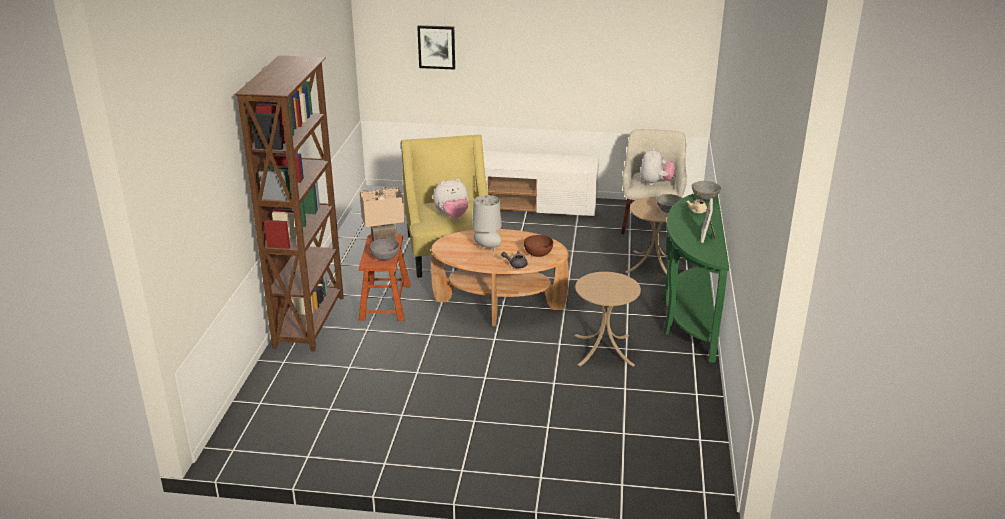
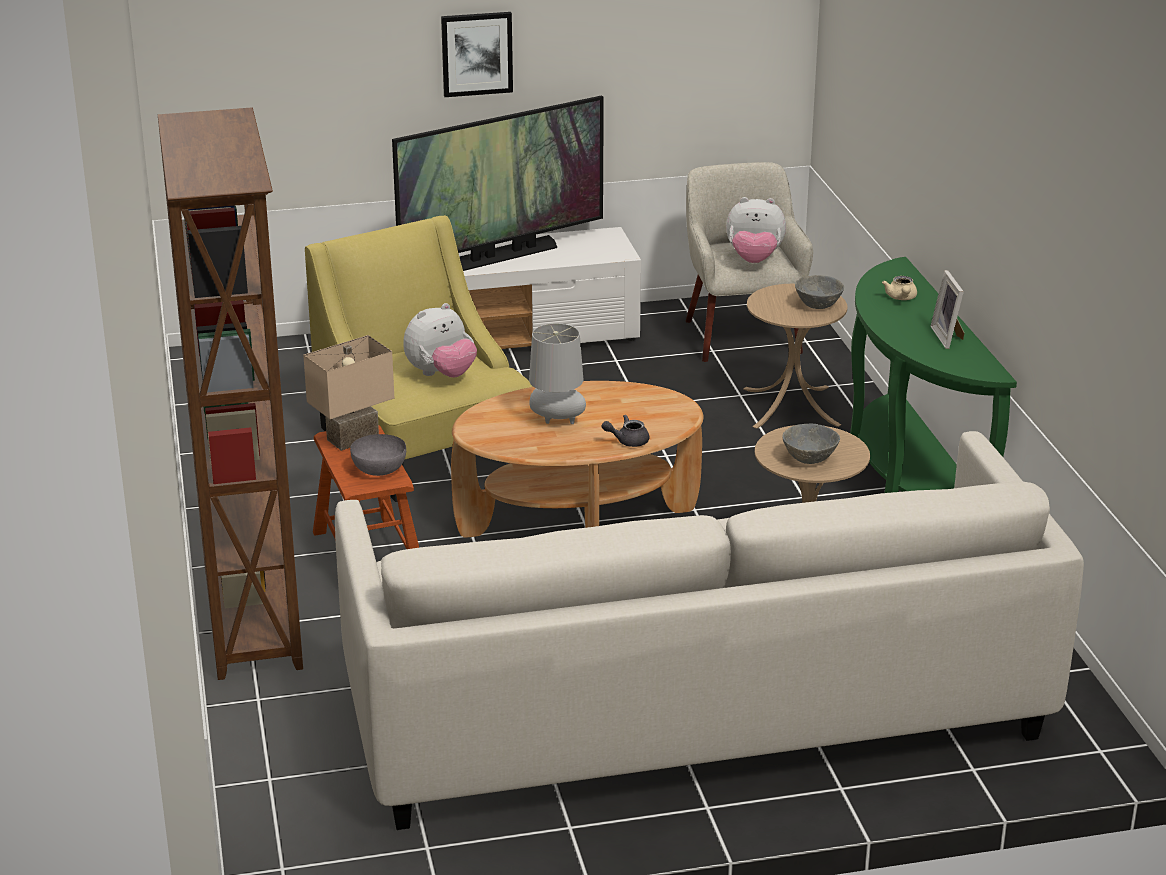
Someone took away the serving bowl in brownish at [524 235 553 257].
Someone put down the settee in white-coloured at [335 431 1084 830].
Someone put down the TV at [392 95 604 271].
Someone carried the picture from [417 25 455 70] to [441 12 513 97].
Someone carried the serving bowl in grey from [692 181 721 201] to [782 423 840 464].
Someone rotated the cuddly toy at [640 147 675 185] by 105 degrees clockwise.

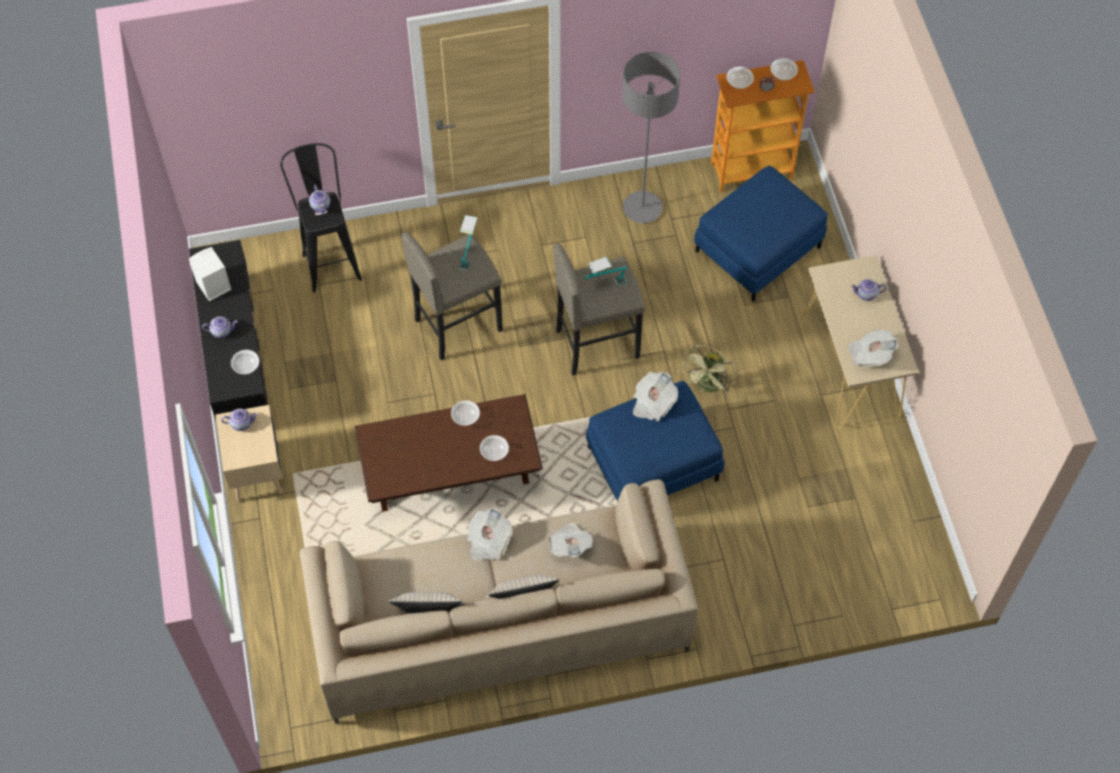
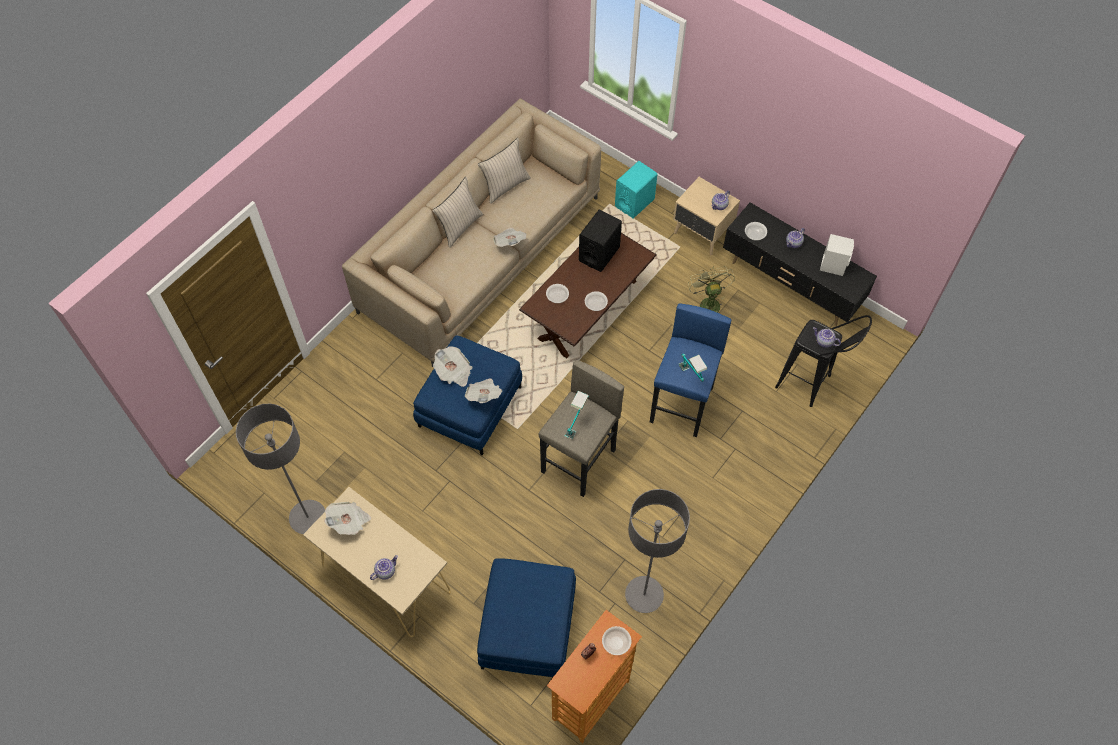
Someone took away the serving bowl at [771 58 798 80].
Someone put down the standing lamp in grey at [236 404 325 534].
Someone put down the loudspeaker in blackish at [579 210 622 272].
Someone put down the loudspeaker in turquoise-coloured at [615 161 657 219].
Someone carried the newspaper from [548 523 593 558] to [433 346 472 387].
Someone carried the fan in green from [680 345 736 395] to [688 266 735 313].
Someone repainted the sitting stool in grey at [401 232 503 360], which became the sitting stool in blue-coloured at [650 303 731 437].

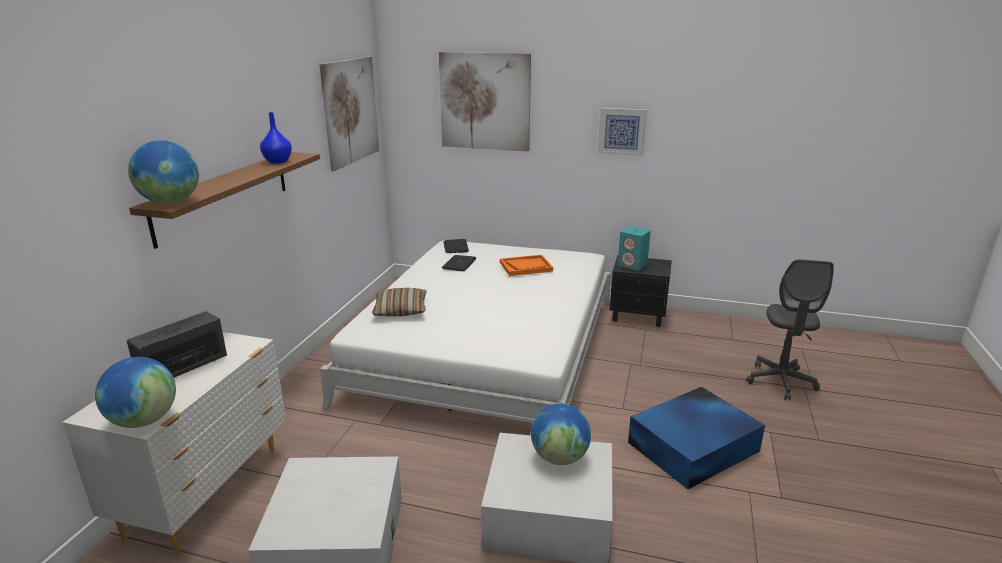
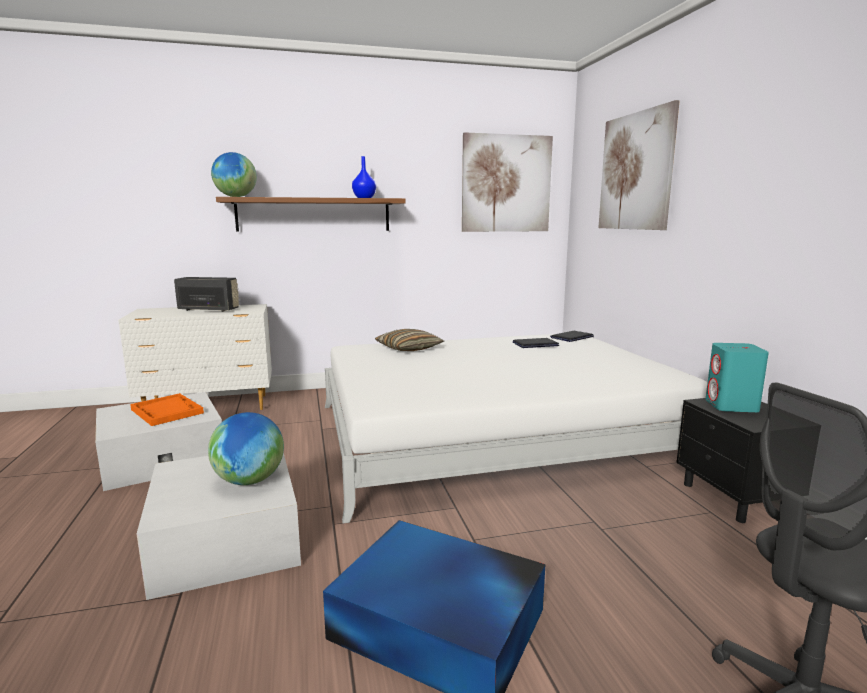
Someone took away the globe at [95 357 176 428].
Someone took away the picture at [598 108 647 156].
Someone carried the serving tray in orangey from [500 255 553 276] to [130 393 204 426].

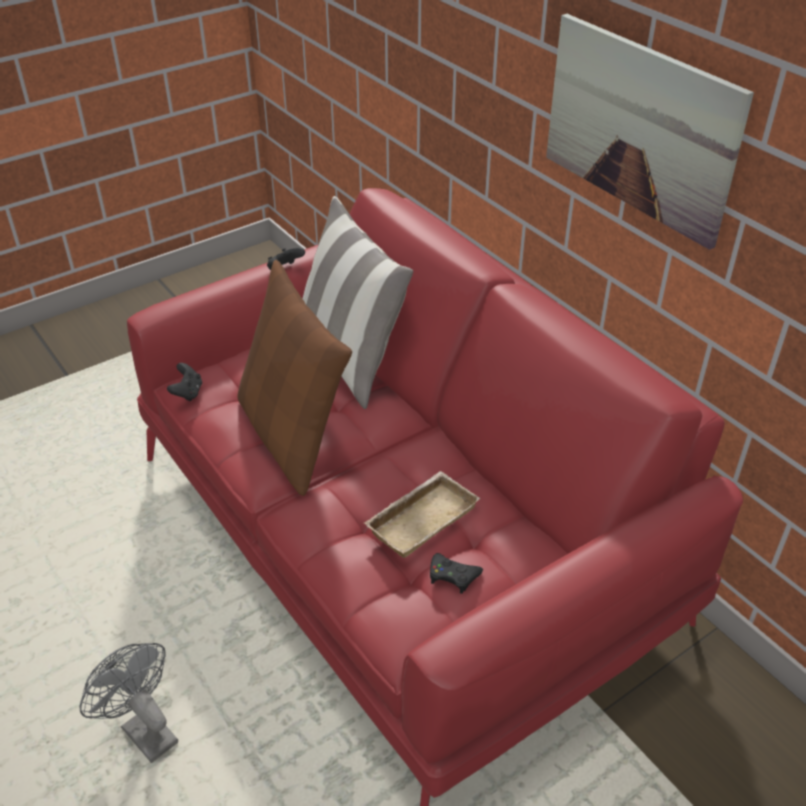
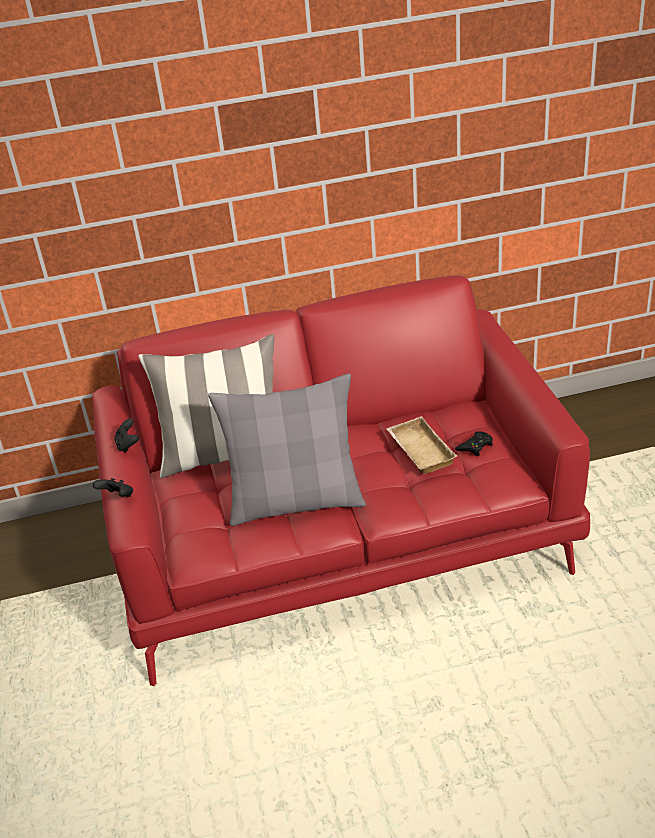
Someone took away the fan in grey at [79 643 178 763].
Someone took away the picture at [546 14 754 250].
Someone carried the joypad in blackish from [167 363 202 401] to [93 478 133 497].
Someone repainted the cushion in brownish at [237 260 352 496], which became the cushion in grey at [208 374 366 526].

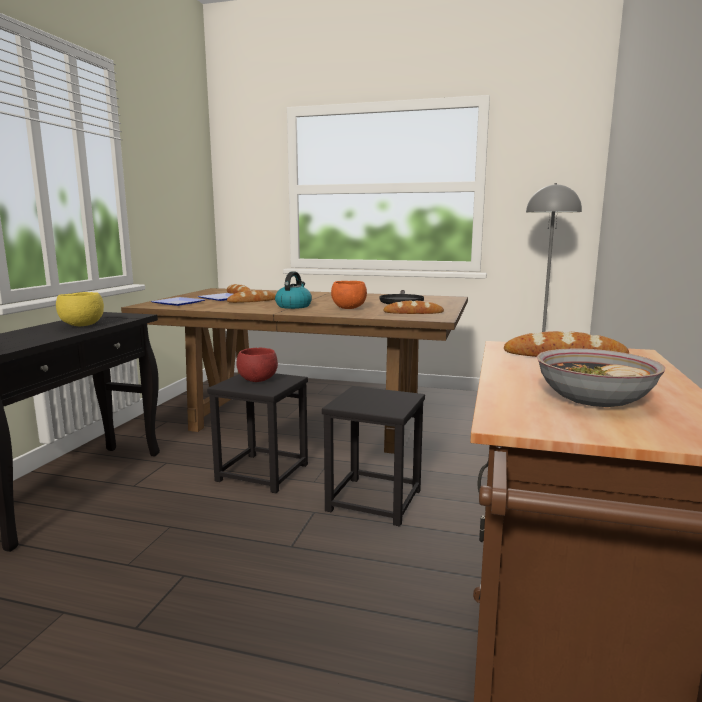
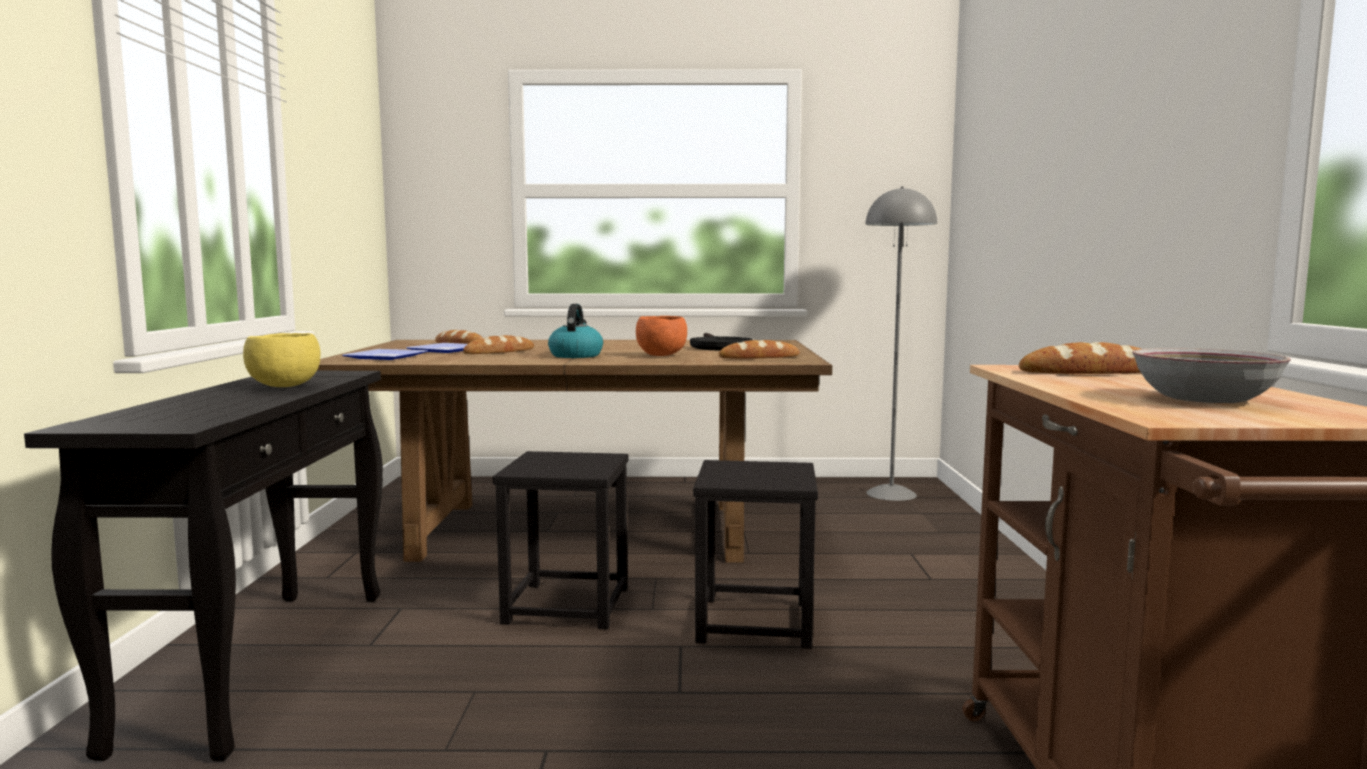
Someone took away the serving bowl in reddish at [236 348 278 382].

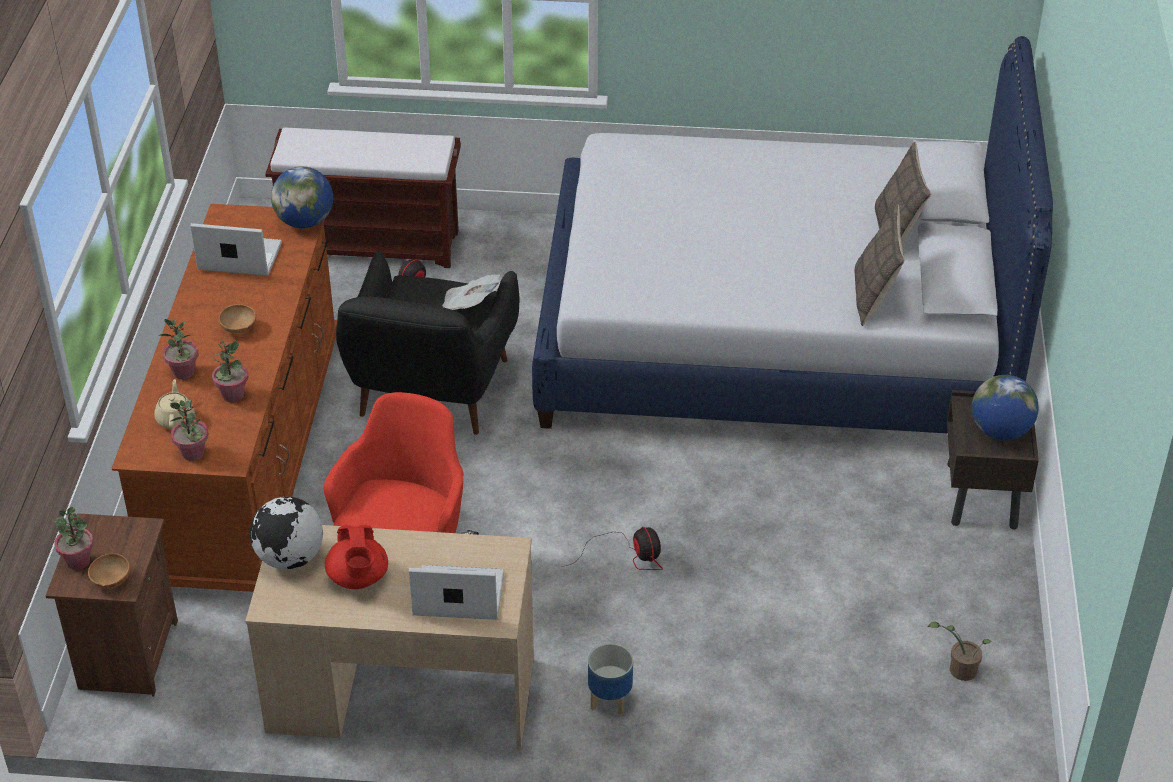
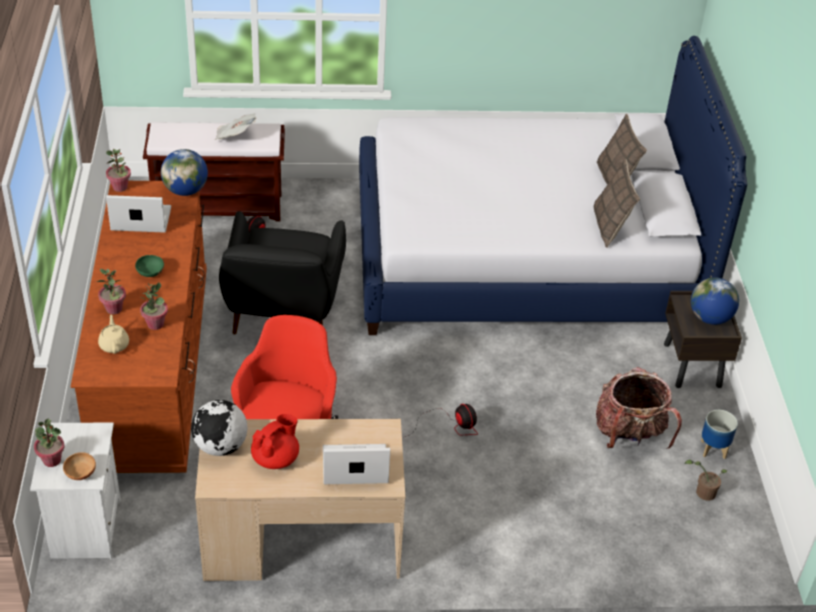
Someone put down the knapsack at [596 367 682 449].
Someone carried the houseplant from [170 400 209 461] to [106 149 131 192].
Someone carried the newspaper from [442 274 500 310] to [215 113 257 140].
Someone carried the plant pot from [588 643 633 715] to [701 410 738 459].
Someone repainted the nightstand in brownish at [45 513 178 697], which became the nightstand in white-coloured at [30 423 120 560].
Someone repainted the serving bowl in brownish at [219 304 256 333], which became the serving bowl in green at [135 255 164 277].
Someone rotated the tea pot in reddish at [325 524 388 589] by 120 degrees counterclockwise.

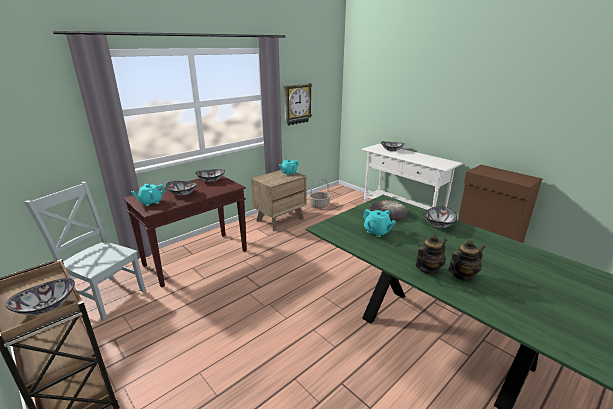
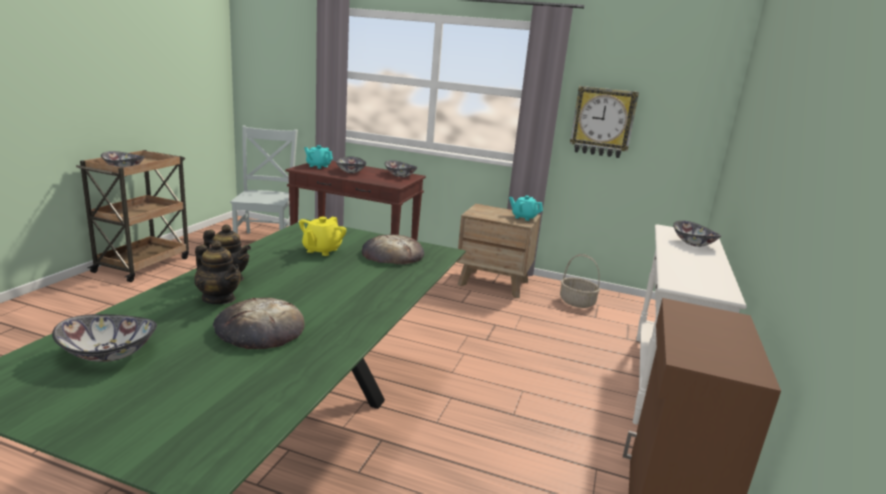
Someone put down the bakery bread at [213 298 304 349].
Someone carried the serving bowl from [423 206 457 228] to [52 314 157 362].
Someone repainted the tea pot in turquoise-coloured at [363 209 396 237], which became the tea pot in yellow at [299 217 347 256].

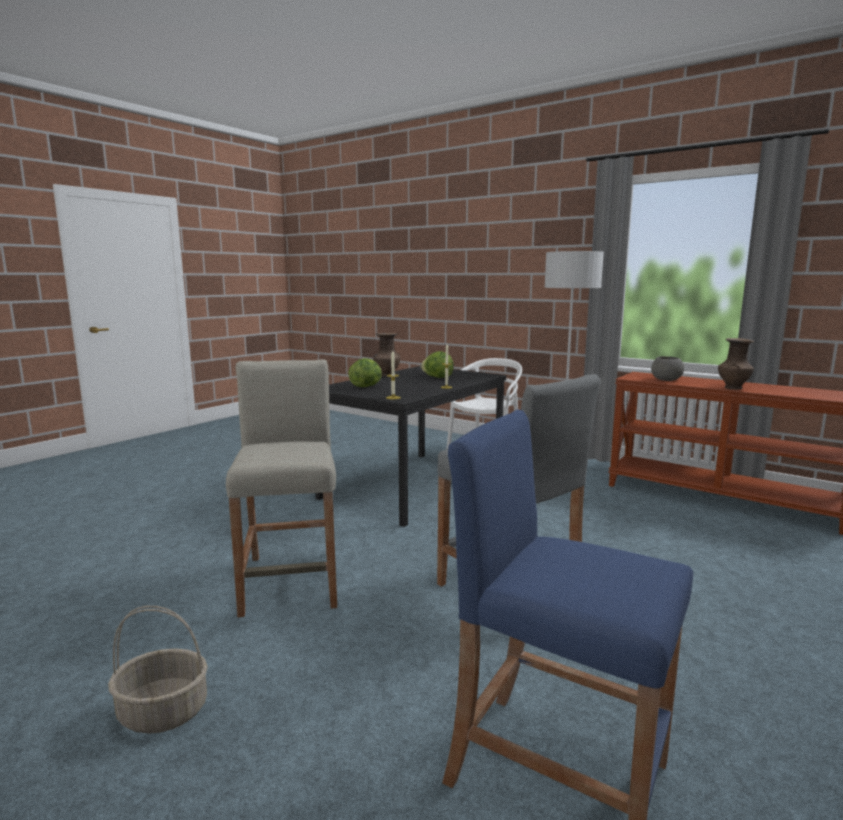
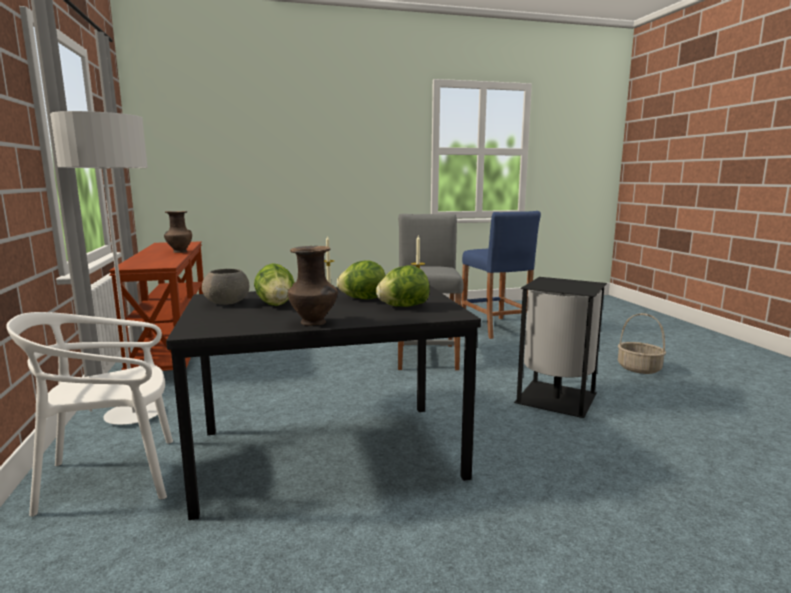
Someone put down the lettuce at [337 260 385 299].
Someone carried the serving bowl in grey from [651 356 684 381] to [202 269 249 305].
Someone swapped the sitting stool in beige at [226 359 337 617] for the waste bin in blackish at [514 277 607 418].

